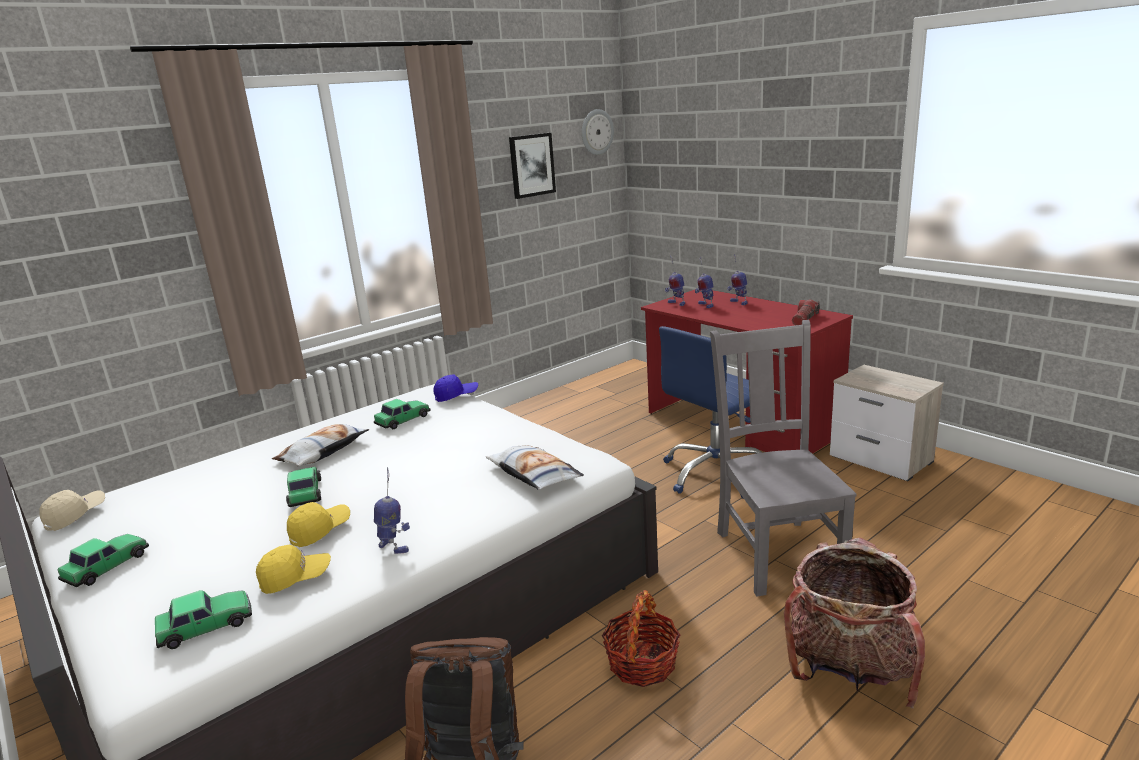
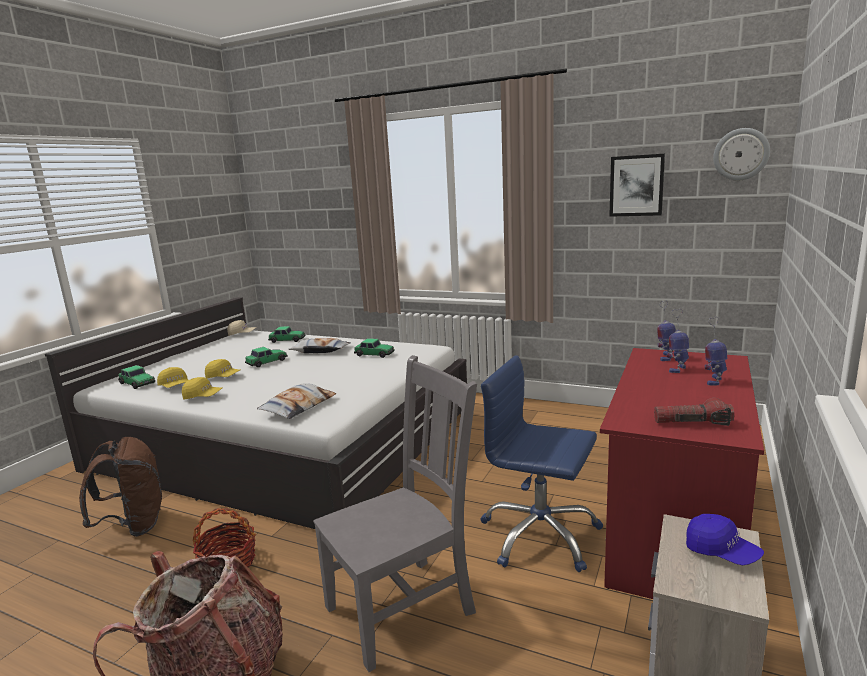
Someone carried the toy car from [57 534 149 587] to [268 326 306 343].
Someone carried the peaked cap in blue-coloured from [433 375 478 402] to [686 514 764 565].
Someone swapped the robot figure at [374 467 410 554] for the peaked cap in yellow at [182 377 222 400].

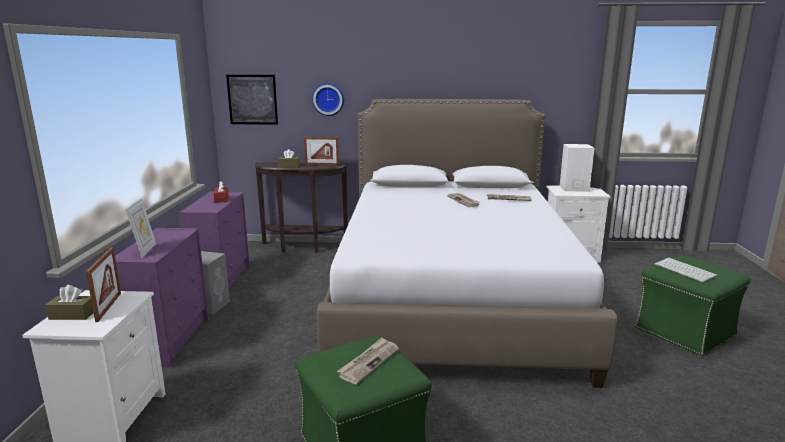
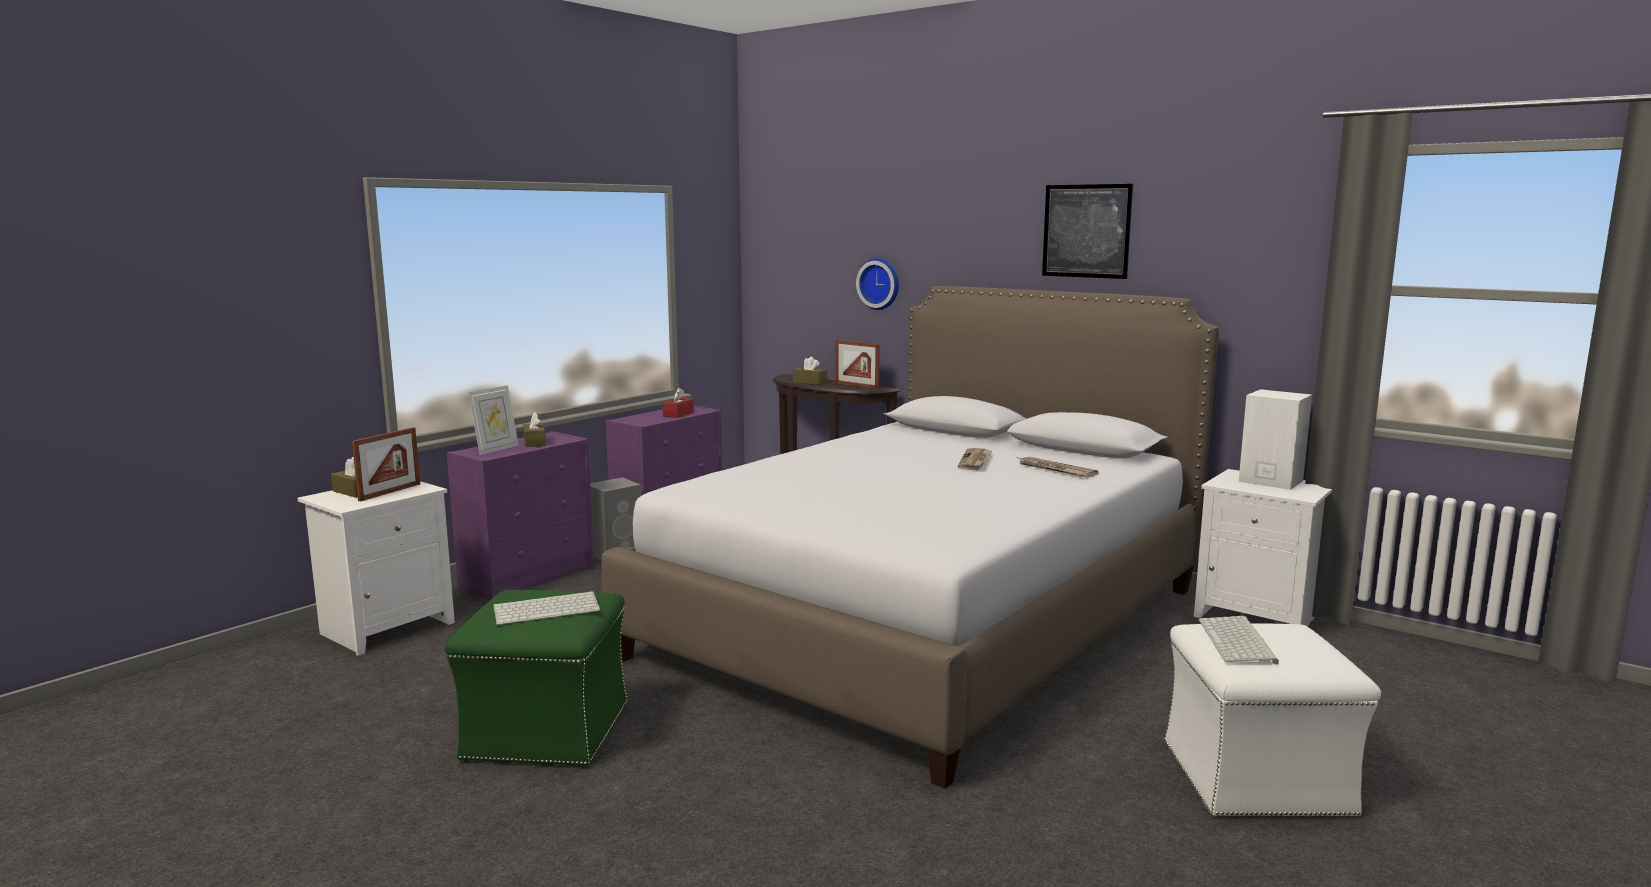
Someone put down the tissue holder in brownish at [523 412 546 447].
Someone carried the picture from [226 75 278 125] to [1042 184 1133 279].
Someone swapped the newspaper at [337 337 399 384] for the computer keyboard at [493 591 601 625].
Someone repainted the pouffe in green at [635 256 751 356], which became the pouffe in white-coloured at [1164 623 1381 816].

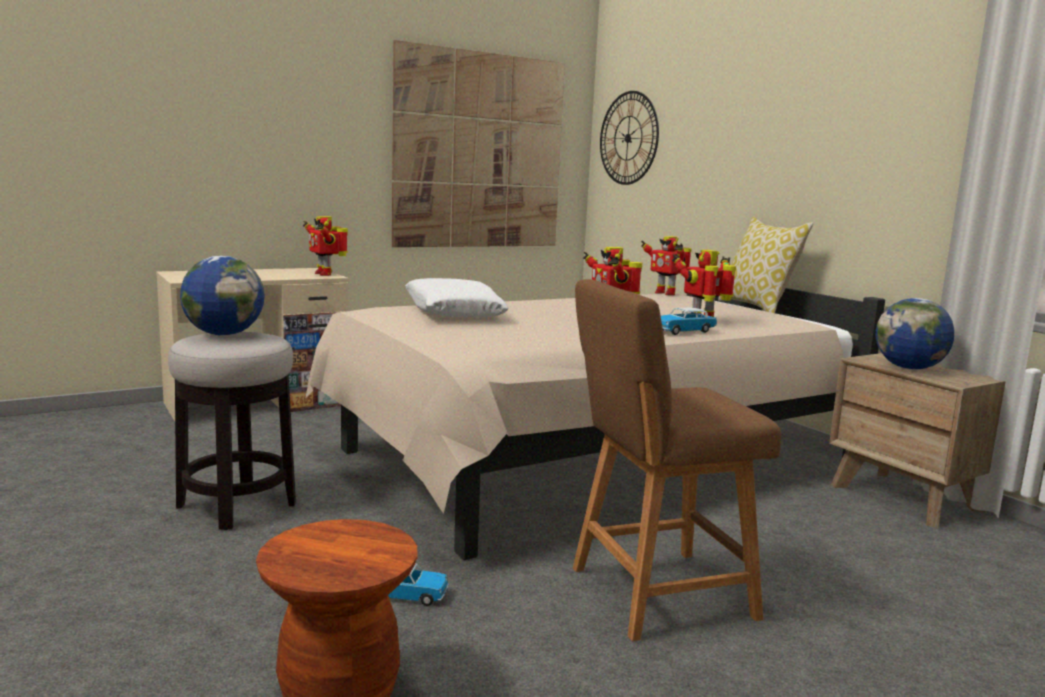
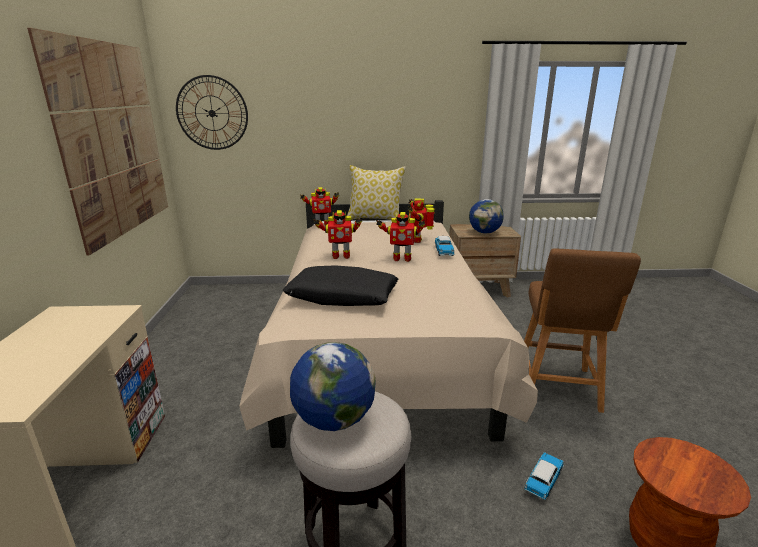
Someone carried the robot figure from [303 216 348 276] to [314 210 362 259].
Someone repainted the cushion in white-coloured at [405 278 509 317], which became the cushion in blackish at [283 265 398 306].

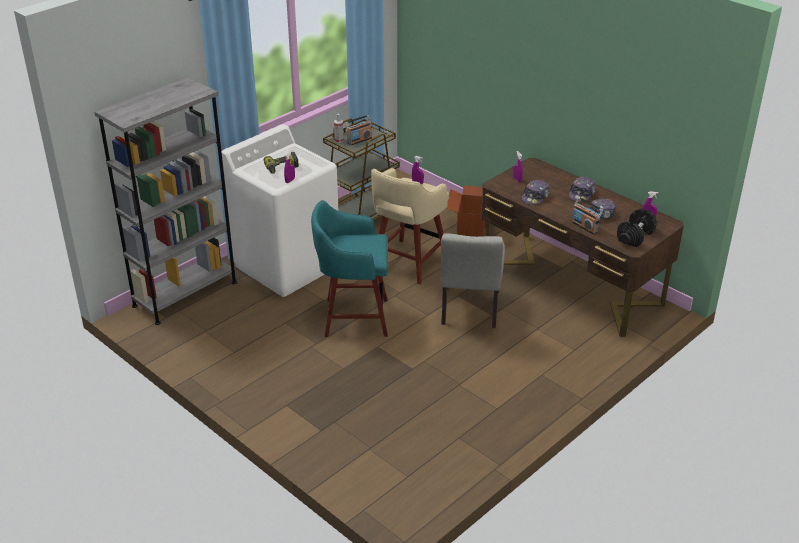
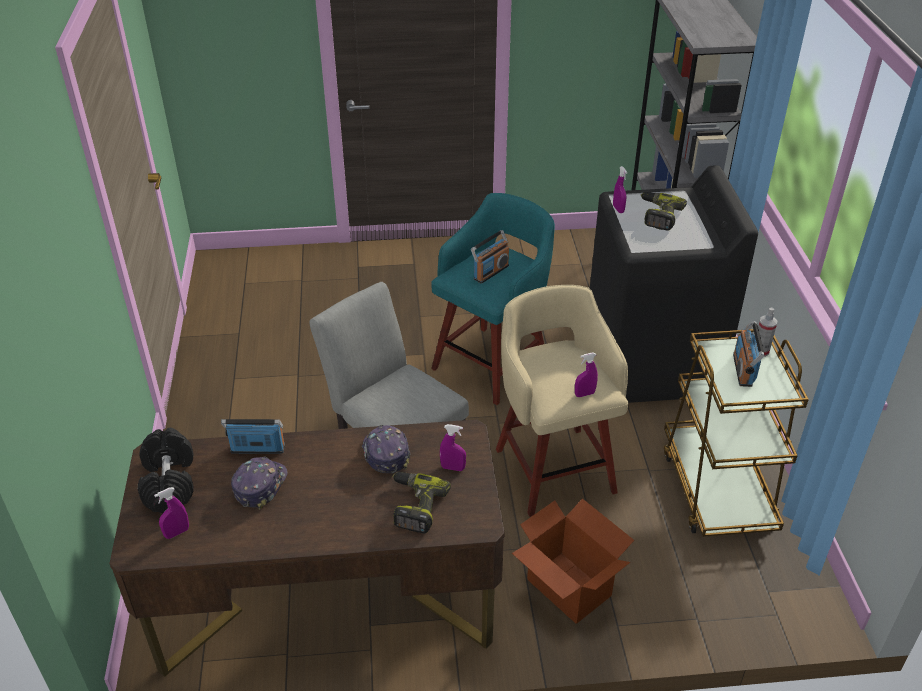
Someone took away the peaked cap at [569 177 596 202].
Someone put down the power drill at [392 472 451 534].
Someone put down the radio receiver at [471 230 509 284].
Someone repainted the washing machine in white-coloured at [222 124 339 297], which became the washing machine in blackish at [590 165 758 403].

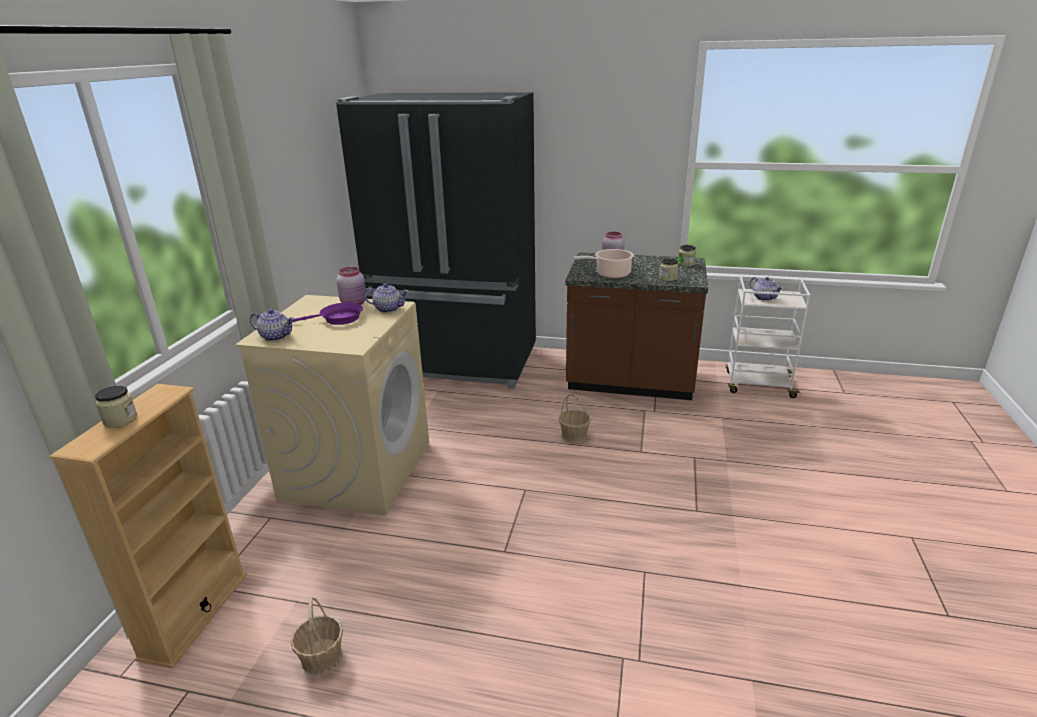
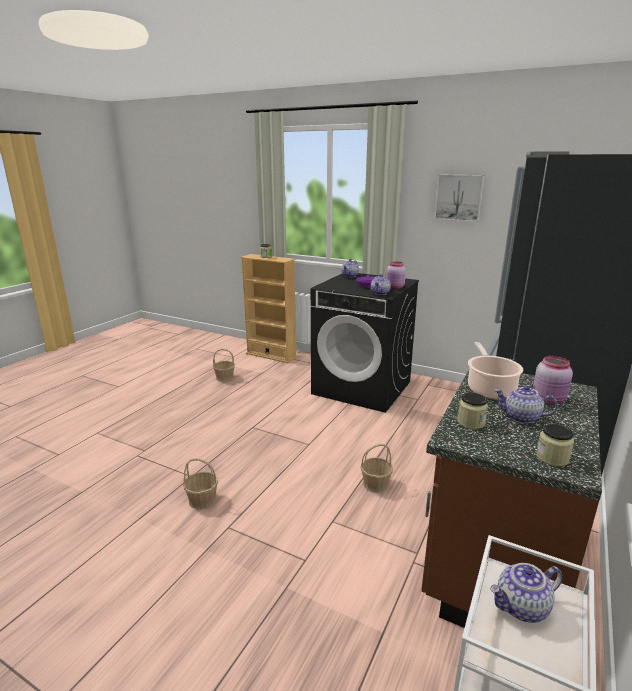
Someone put down the basket at [183 458 218 509].
Someone put up the picture at [434 175 484 222].
Someone put down the tea pot at [494 385 558 424].
Someone repainted the washing machine in beige at [235 295 429 515], which became the washing machine in blackish at [311 273 419 413].

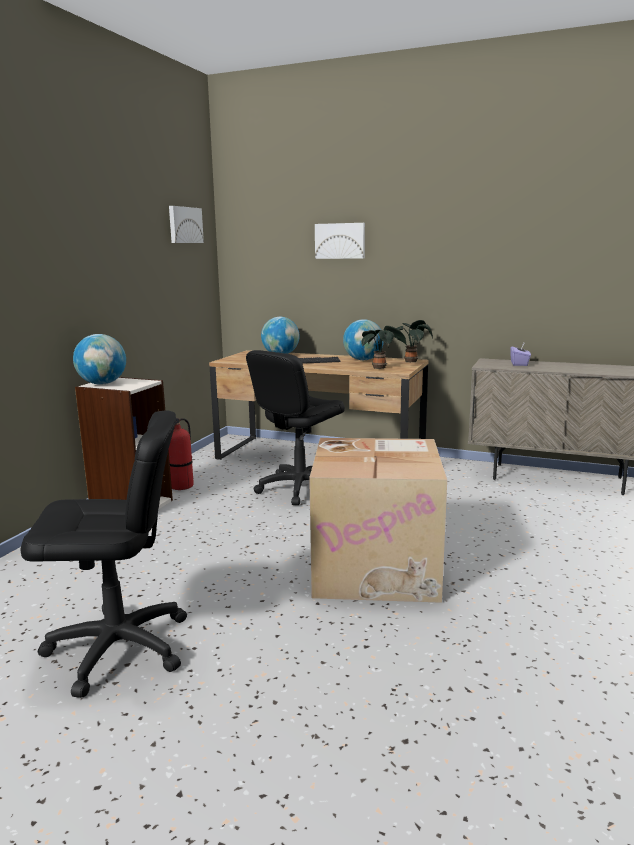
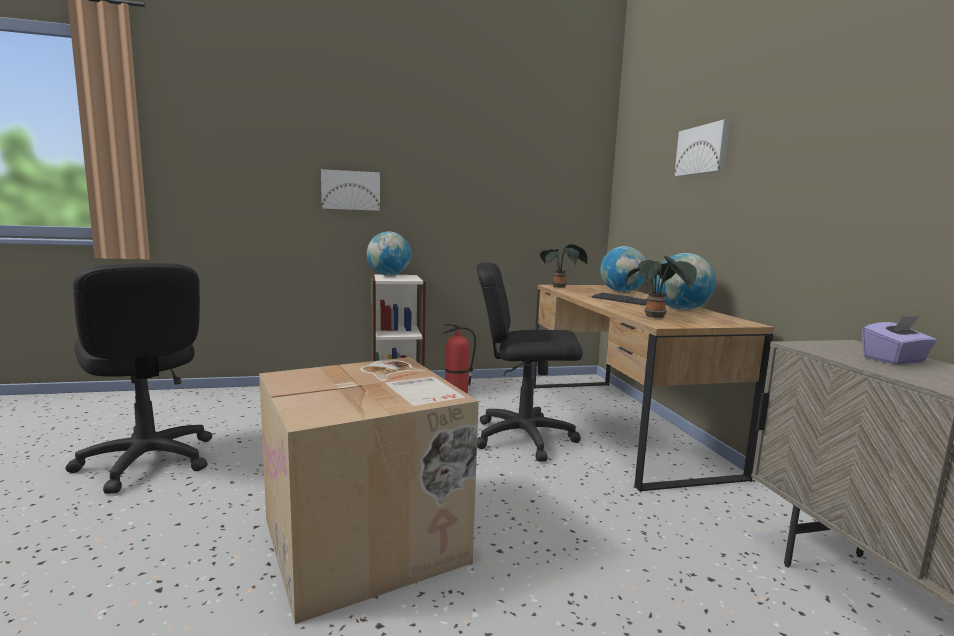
Someone carried the picture from [169 206 204 243] to [321 169 380 211].
Someone carried the houseplant from [397 320 433 362] to [540 244 587 288].

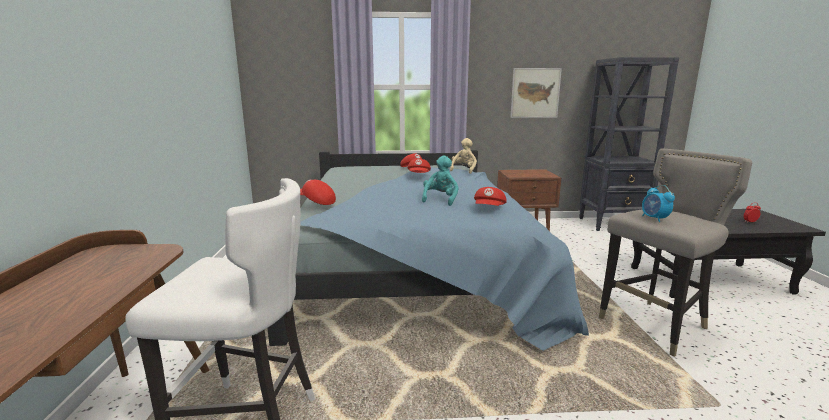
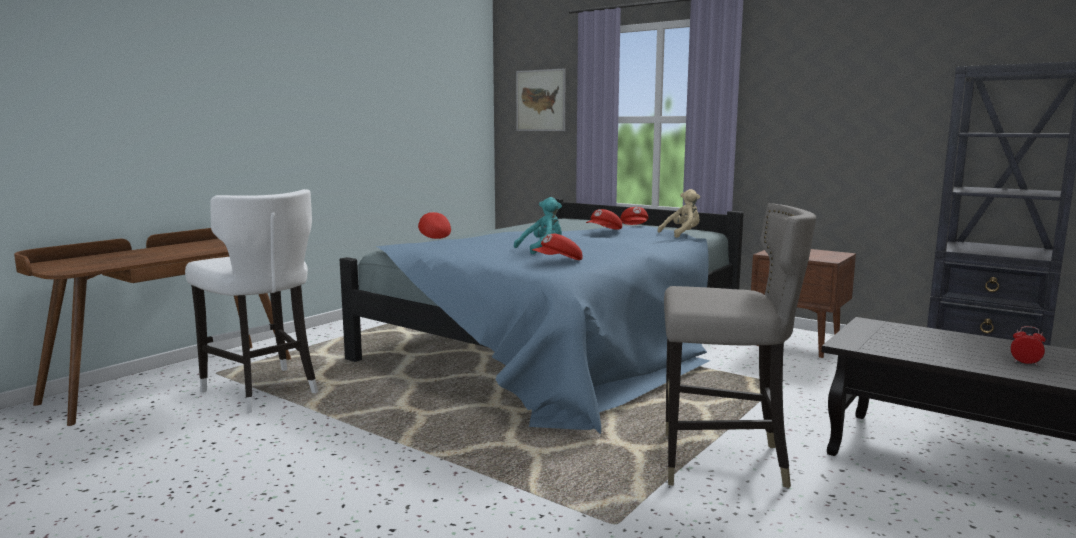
Someone took away the table clock at [642 185 675 222].
Someone carried the picture from [510 68 562 118] to [516 68 565 131].

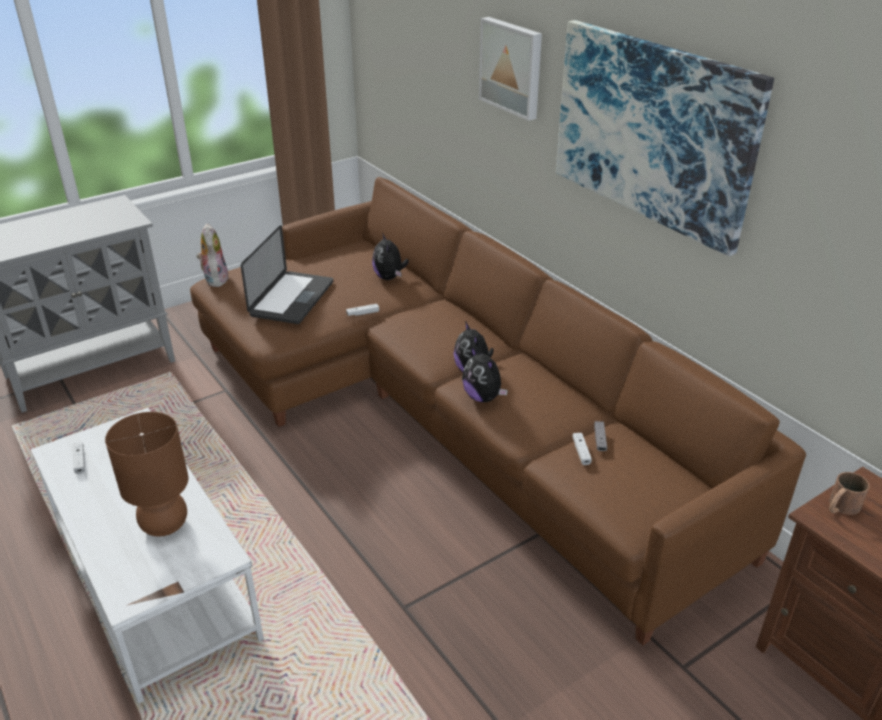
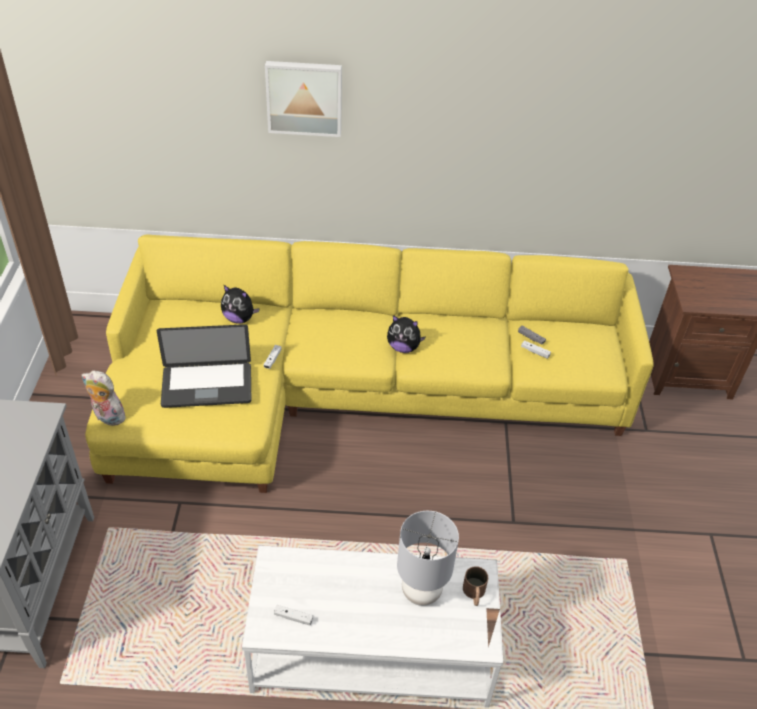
Someone took away the cuddly toy at [462 346 508 402].
Someone took away the picture at [556 20 774 256].
Someone carried the coffee mug in brownish from [829 472 870 515] to [463 566 488 606].
Someone repainted the table lamp in brownish at [105 412 188 537], which became the table lamp in grey at [397 511 459 606].
Someone repainted the settee in brownish at [190 177 806 645], which became the settee in yellow at [85 234 654 493].
Someone rotated the notebook computer at [241 225 333 324] by 120 degrees clockwise.

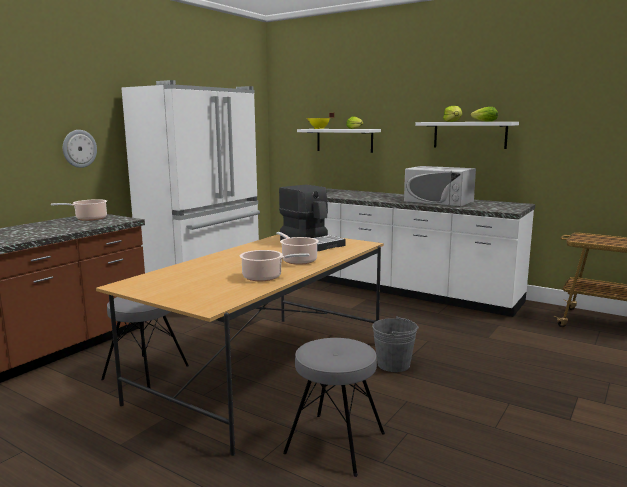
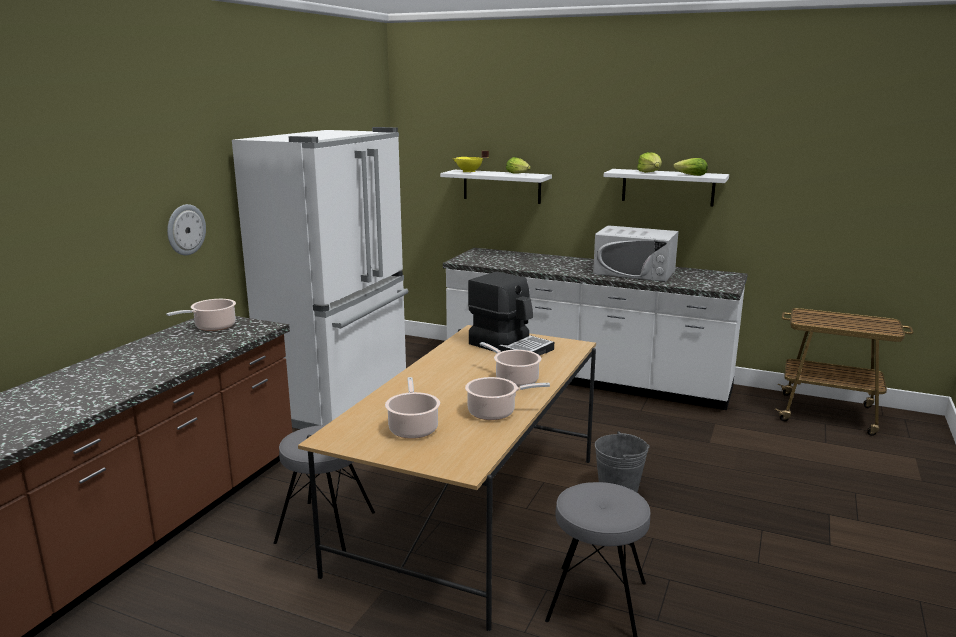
Someone put down the stockpot at [385 377 440 439].

